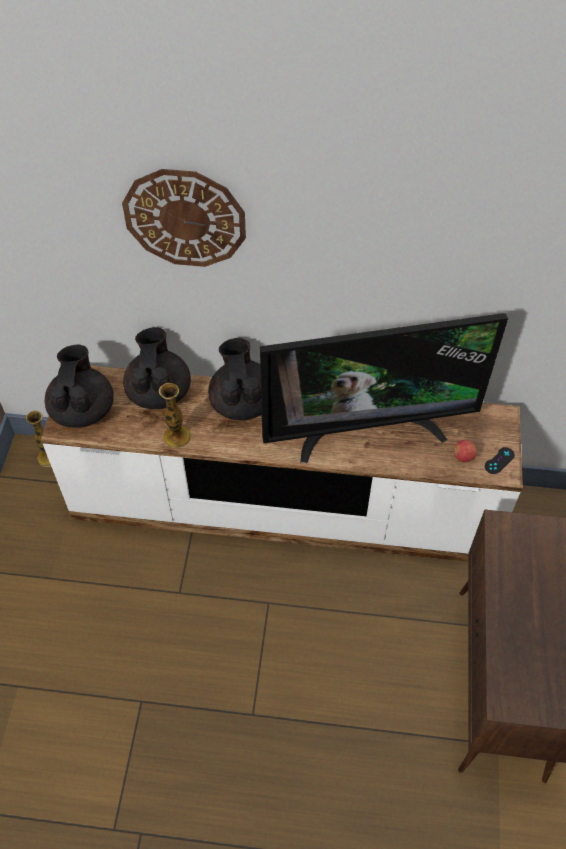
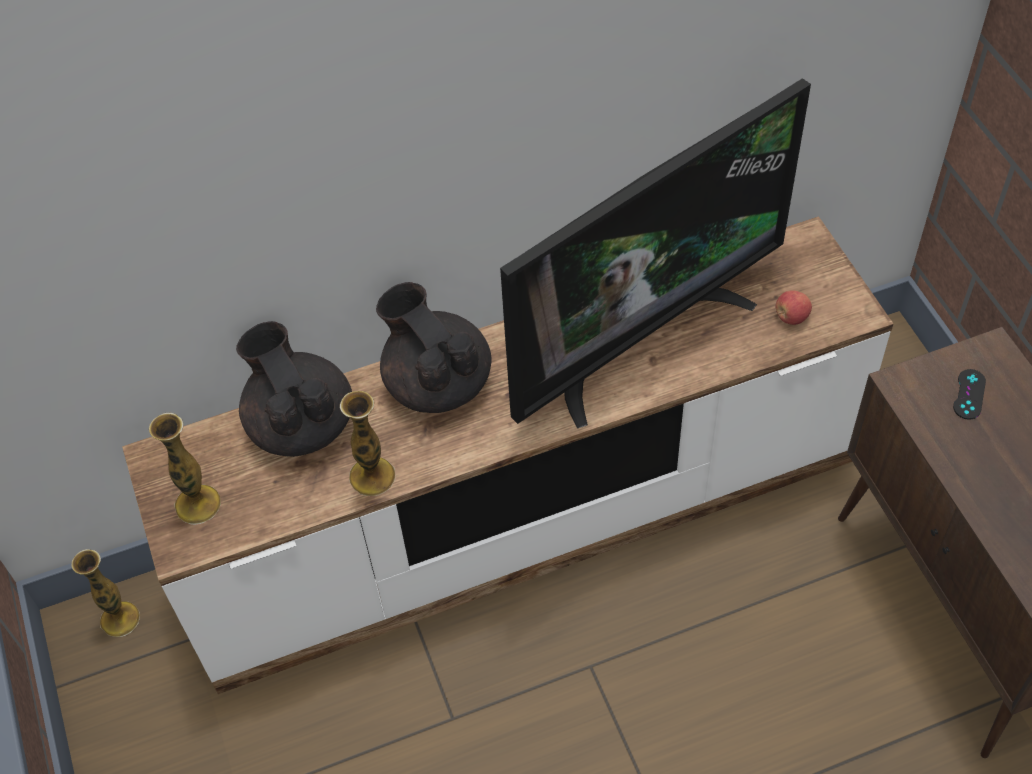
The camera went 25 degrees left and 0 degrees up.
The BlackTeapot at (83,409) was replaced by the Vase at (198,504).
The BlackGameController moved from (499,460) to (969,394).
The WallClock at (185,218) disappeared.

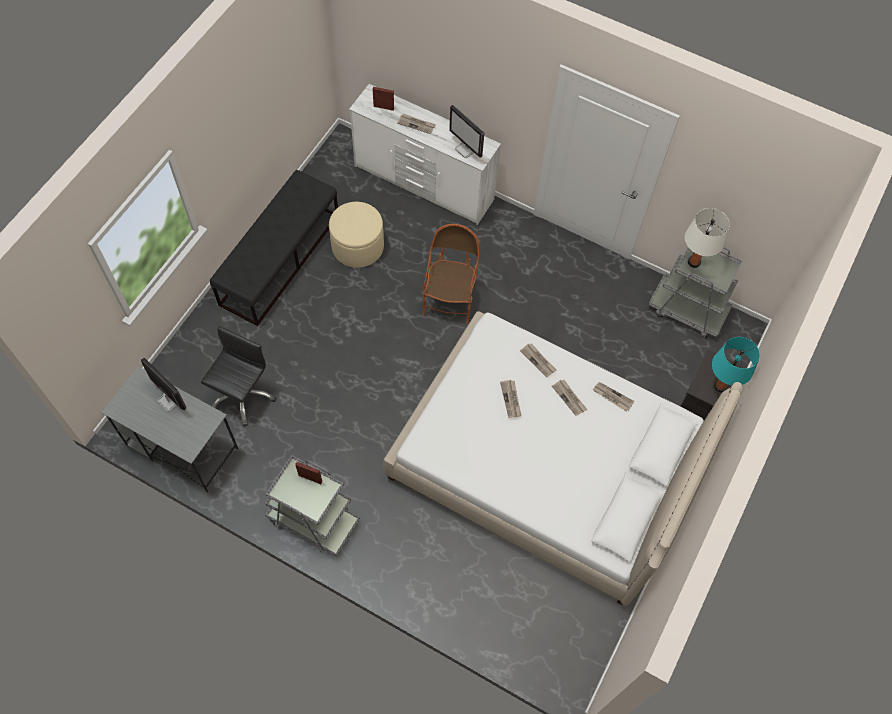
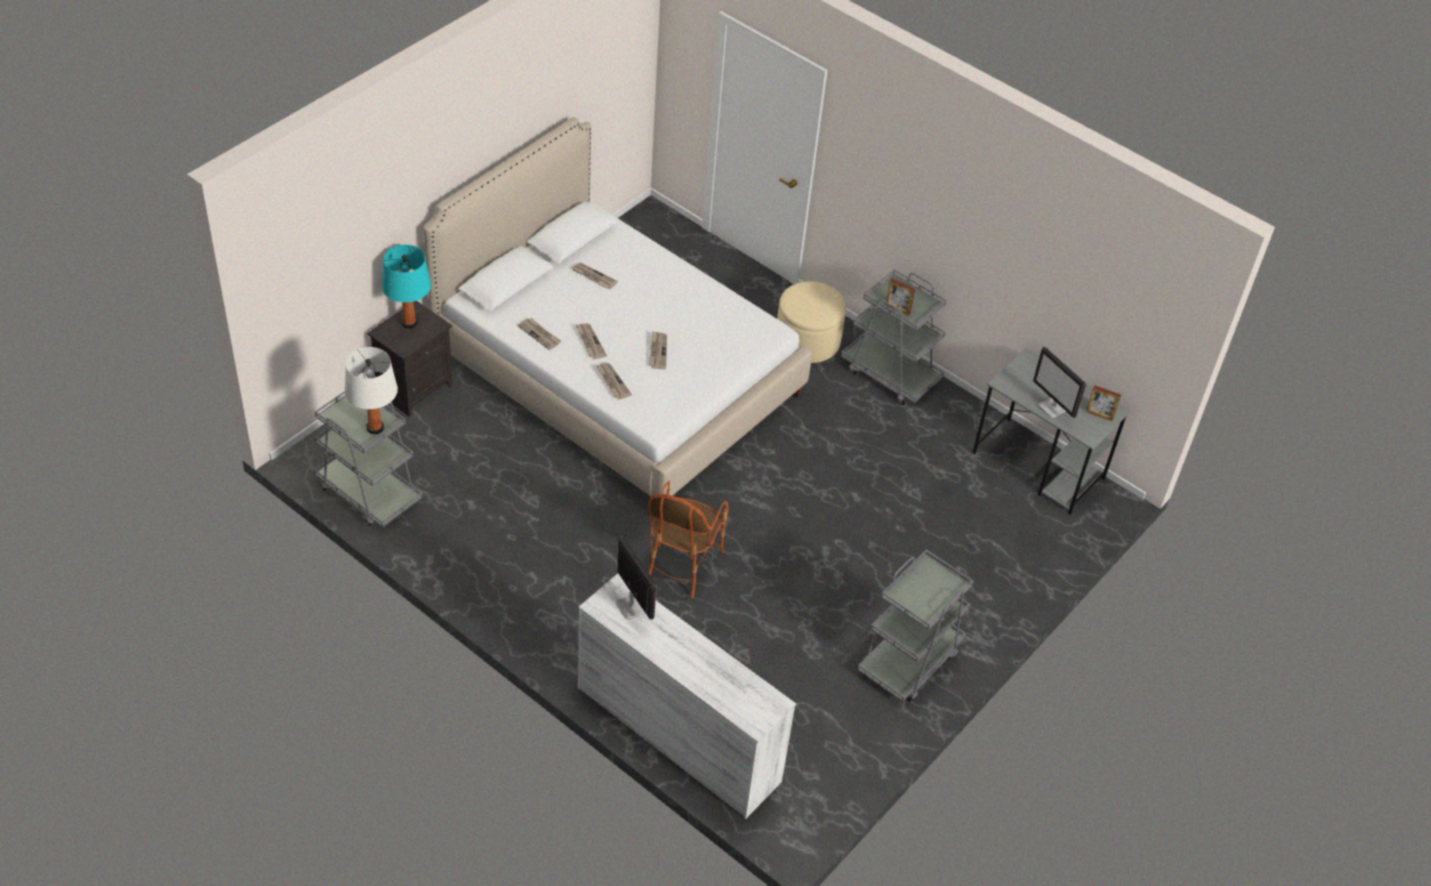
The camera went 170 degrees left and 15 degrees down.
The Newspaper moved from (416,124) to (593,277).
The BeigeOttoman moved from (357,246) to (807,341).
The BlackBench at (280,259) was replaced by the GreyCart at (909,660).
The PictureFrame moved from (383,107) to (1099,415).
The BlackOfficeChair at (242,395) disappeared.

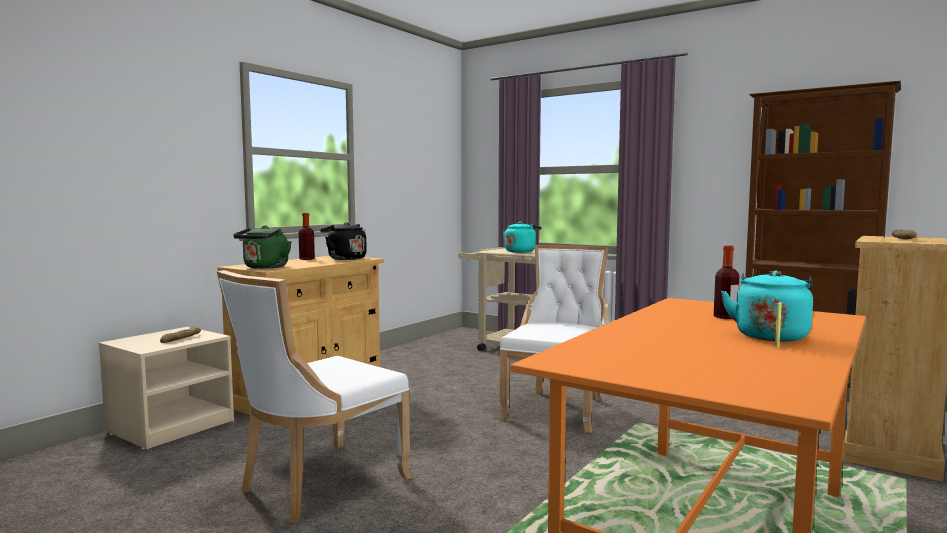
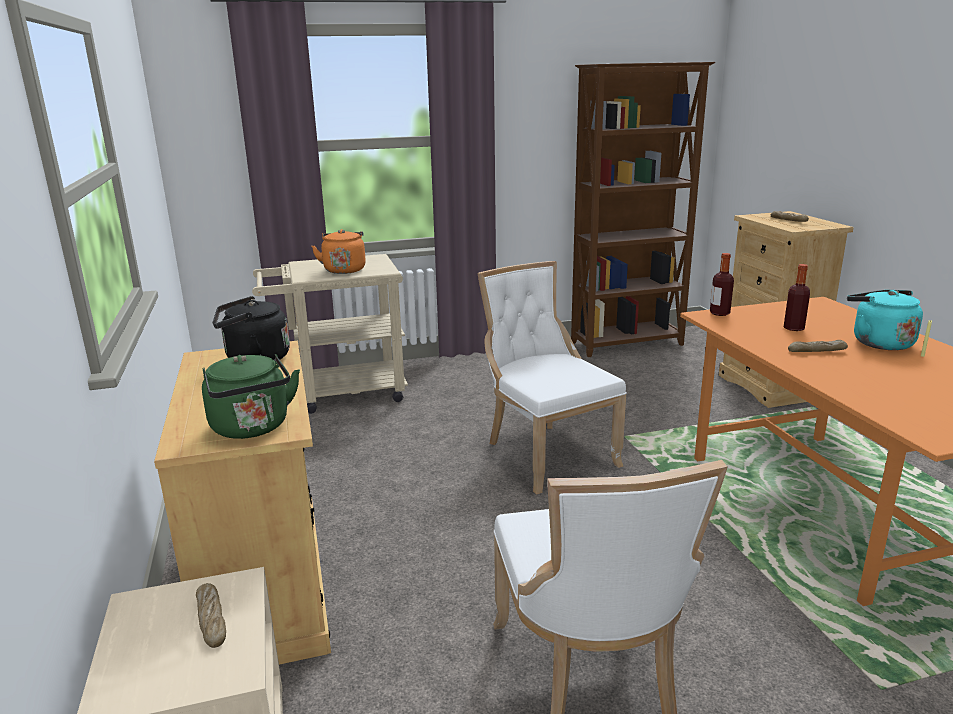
The camera went 50 degrees left and 15 degrees up.
The TurquoiseKettle at (521,251) became the OrangeKettle at (344,269).
The Bottle moved from (307,259) to (719,313).
The Bread at (816,351) appeared.

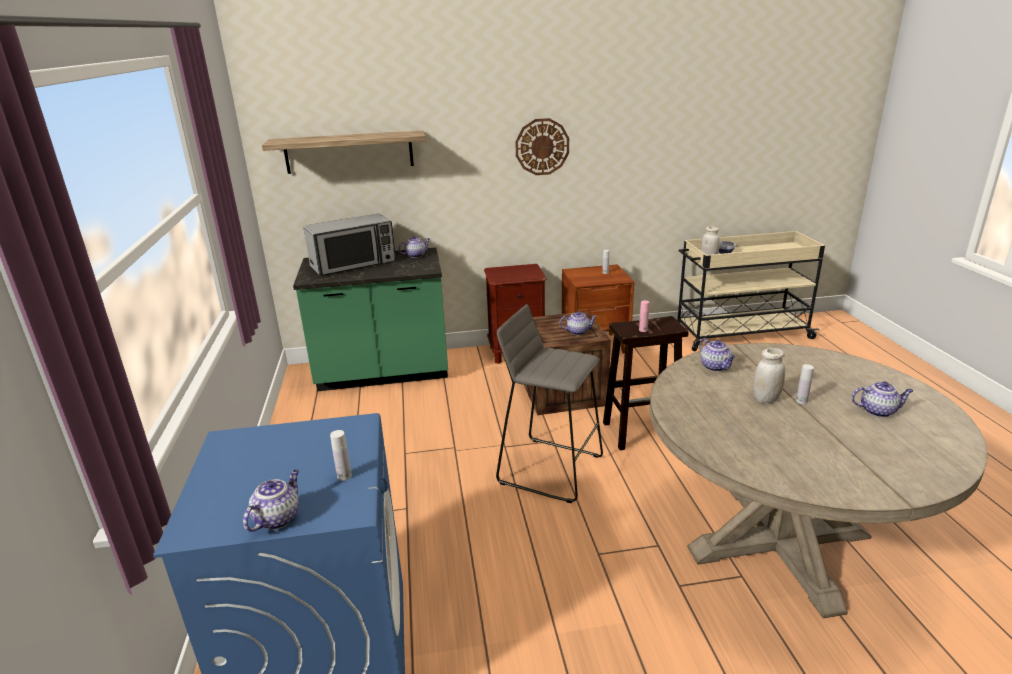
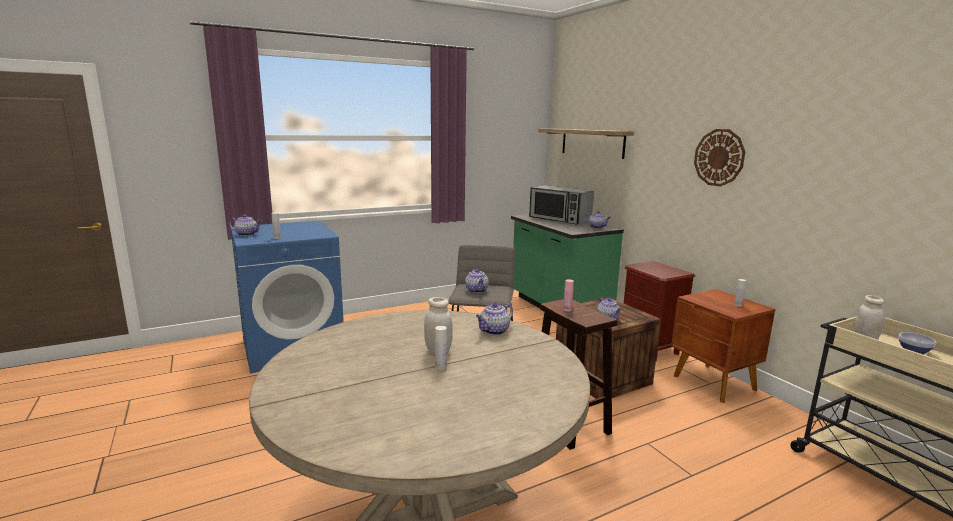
The camera went 70 degrees right and 10 degrees down.
The Teapot moved from (878,411) to (477,291).

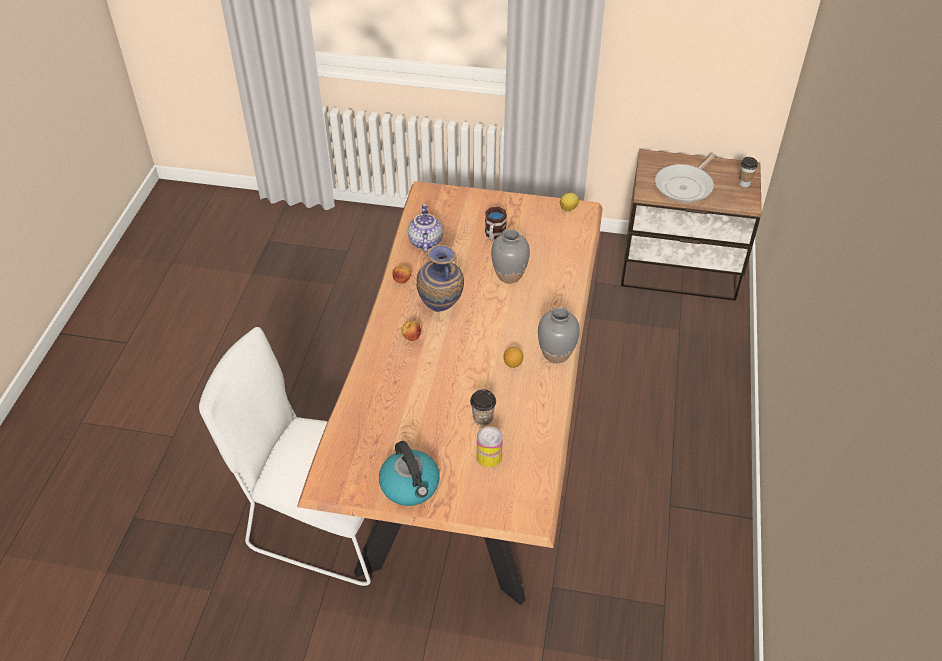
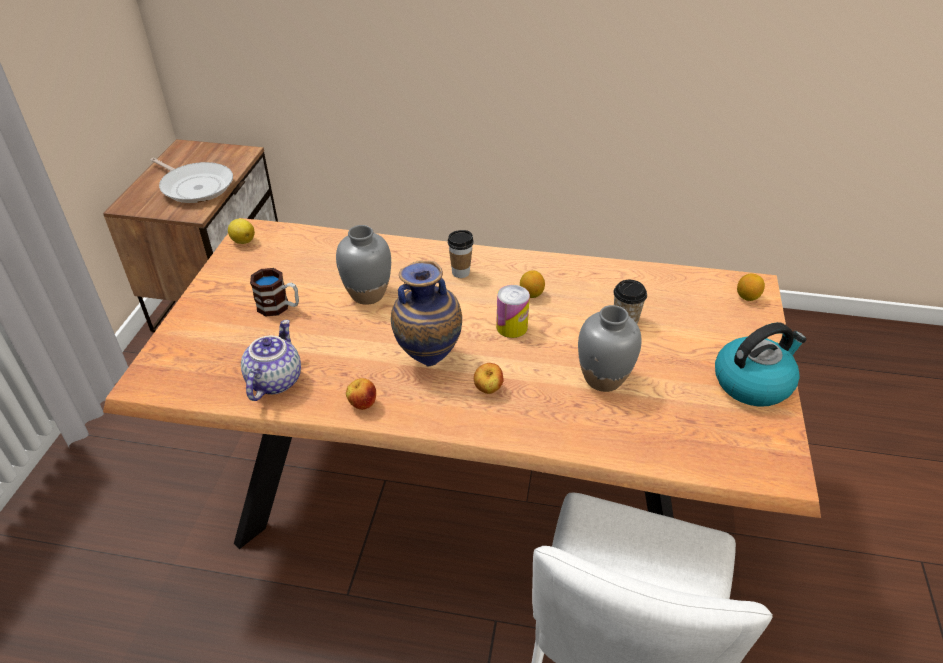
The camera went 90 degrees left and 5 degrees down.
The Teapot at (424,241) turned 105 degrees clockwise.
The Cup moved from (744,183) to (460,272).
The Can moved from (489,457) to (511,327).
The GreyVase moved from (556,354) to (603,379).
The Lemon at (747,297) appeared.

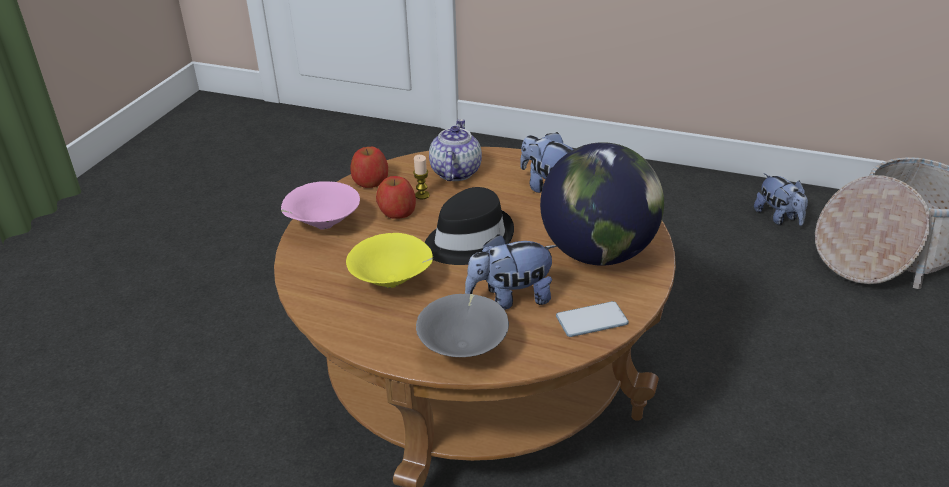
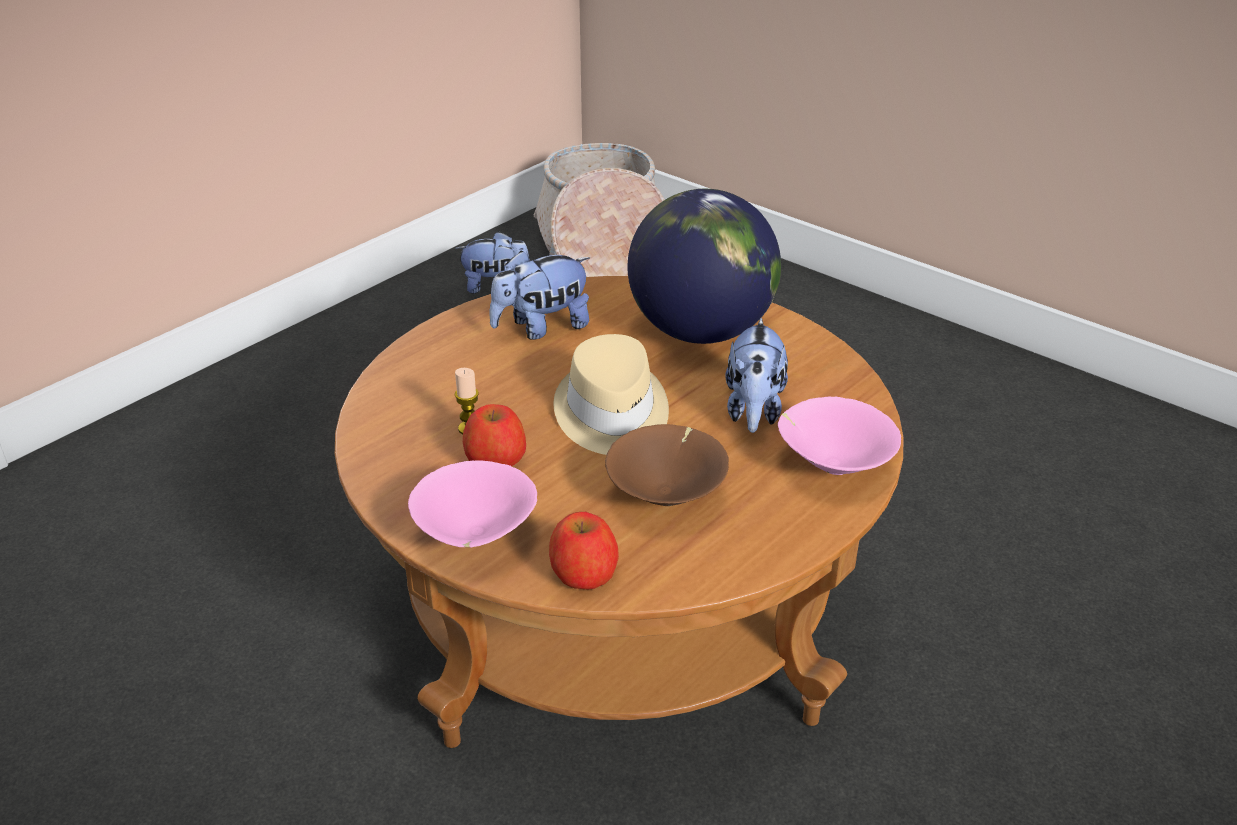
The camera went 70 degrees left and 0 degrees up.
The Apple moved from (371,181) to (583,572).
The BlackHat at (468,240) became the BeigeHat at (611,414).
The YellowBowl at (393,282) became the BrownBowl at (667,495).
The GreyBowl at (464,348) became the PinkBowl at (832,466).
The Teapot at (455,172) disappeared.
The Phone at (591,320) disappeared.

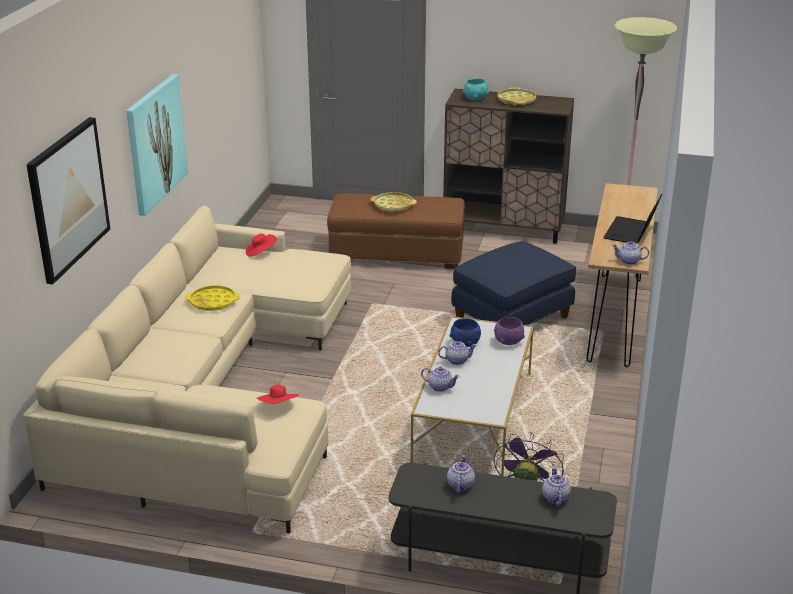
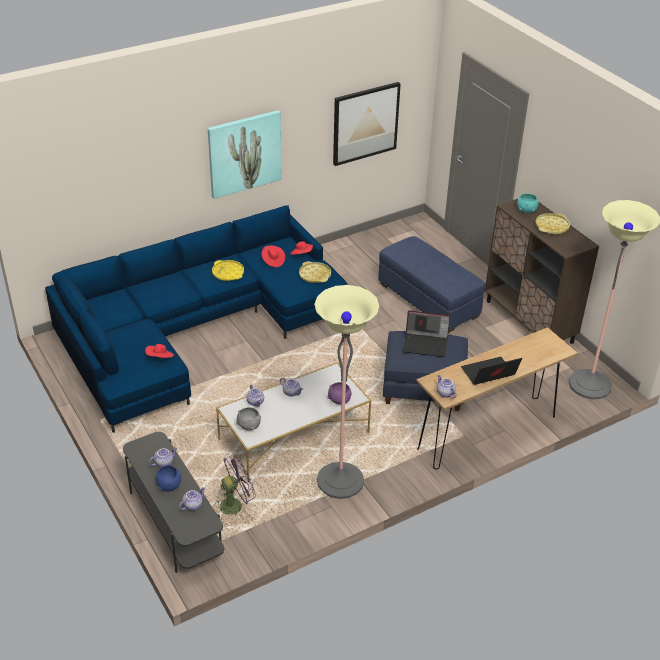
The camera went 45 degrees right and 10 degrees up.
The BeigeSofa at (211,394) became the BlueSofa at (194,329).
The BlueBowl moved from (465,343) to (169,485).
The GreyBowl at (249,425) appeared.
The RedHat at (273,261) appeared.
The YellowTray moved from (393,205) to (315,275).
The FloorLamp at (340,481) appeared.
The Picture moved from (68,198) to (365,123).
The BrownOttoman at (396,254) became the BlueOttoman at (428,300).
The Laptop at (426,344) appeared.

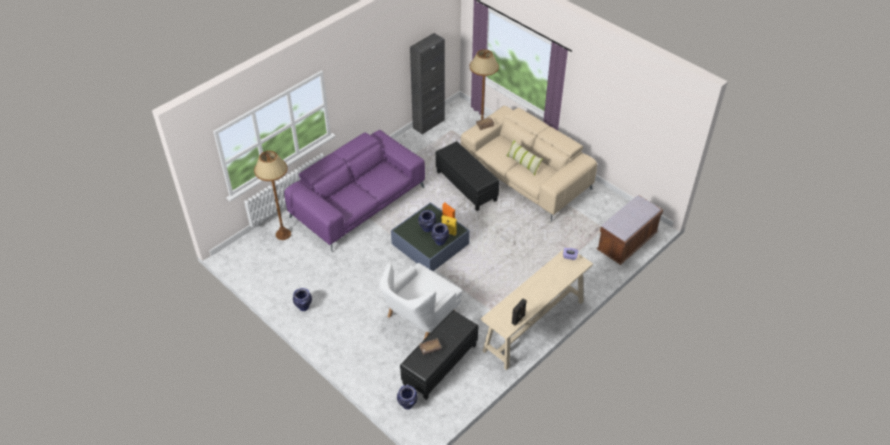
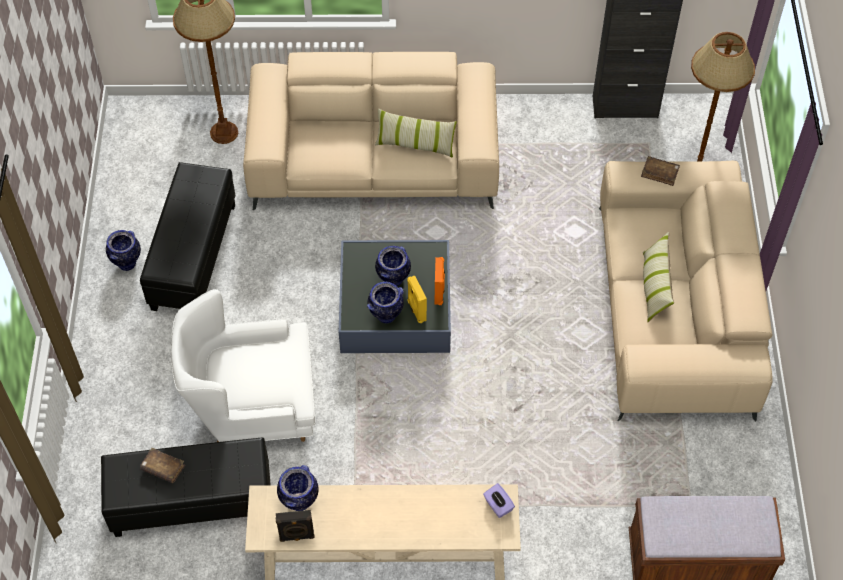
The camera went 45 degrees right and 10 degrees up.
The BlackOttoman moved from (466,186) to (193,256).
The PurpleSofa at (358,202) became the BeigeSofa at (374,160).
The Vase moved from (407,405) to (299,502).
The Pillow at (415,144) appeared.

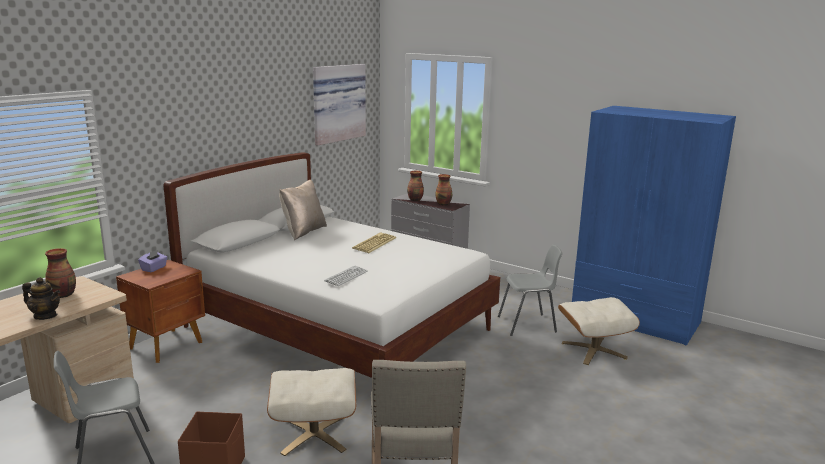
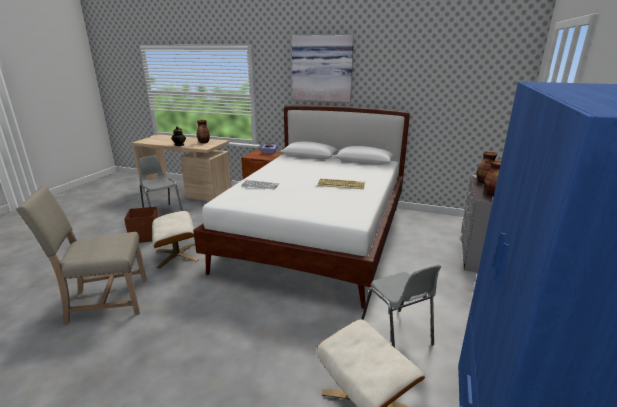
The camera went 75 degrees right and 5 degrees up.
The Picture moved from (337,103) to (322,68).
The BeigePillow at (303,231) disappeared.

